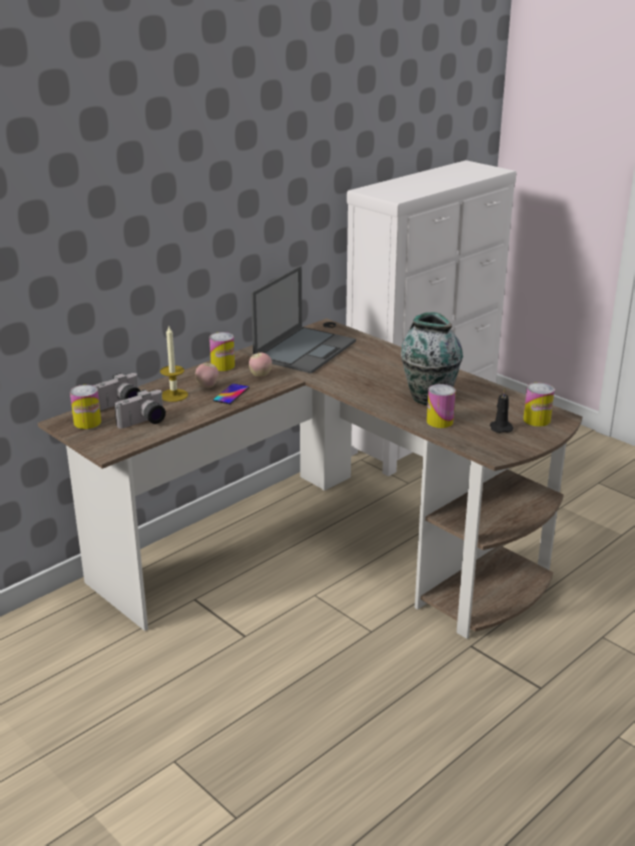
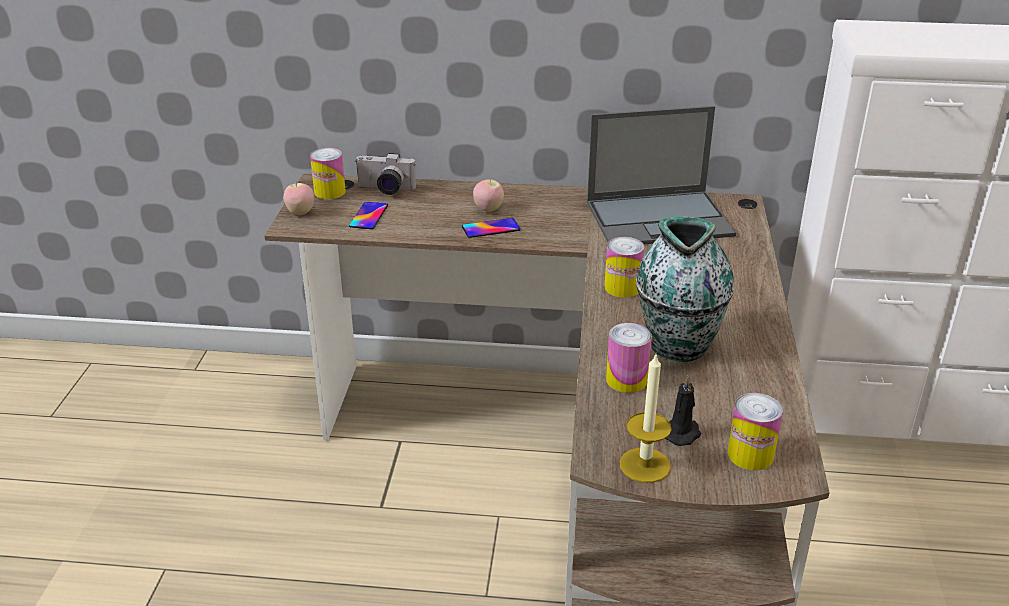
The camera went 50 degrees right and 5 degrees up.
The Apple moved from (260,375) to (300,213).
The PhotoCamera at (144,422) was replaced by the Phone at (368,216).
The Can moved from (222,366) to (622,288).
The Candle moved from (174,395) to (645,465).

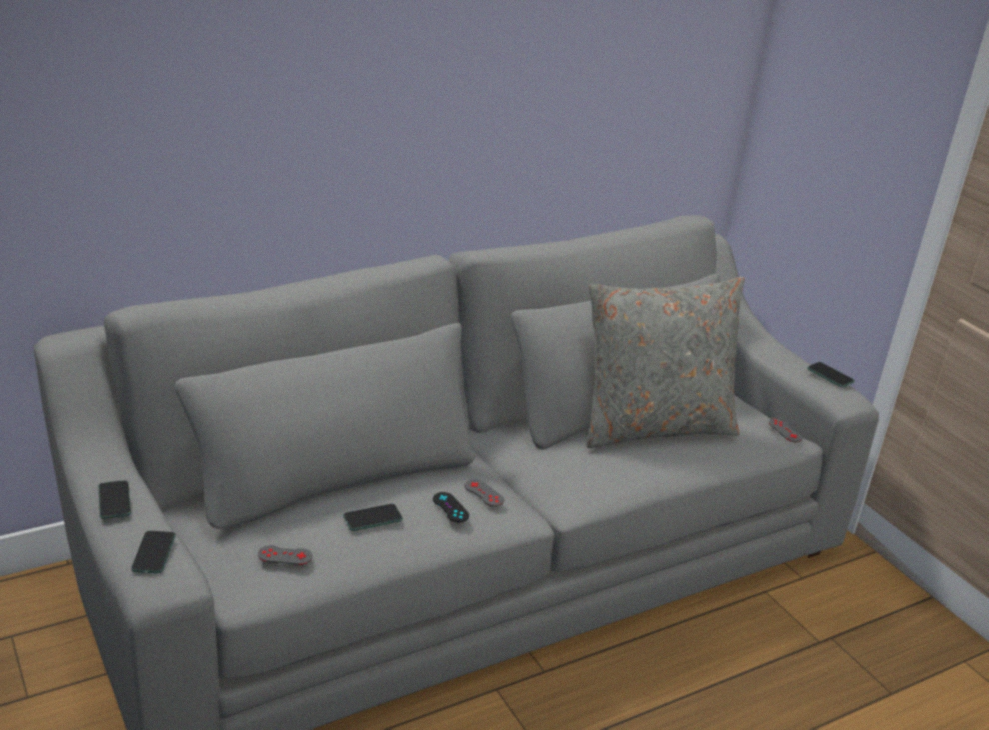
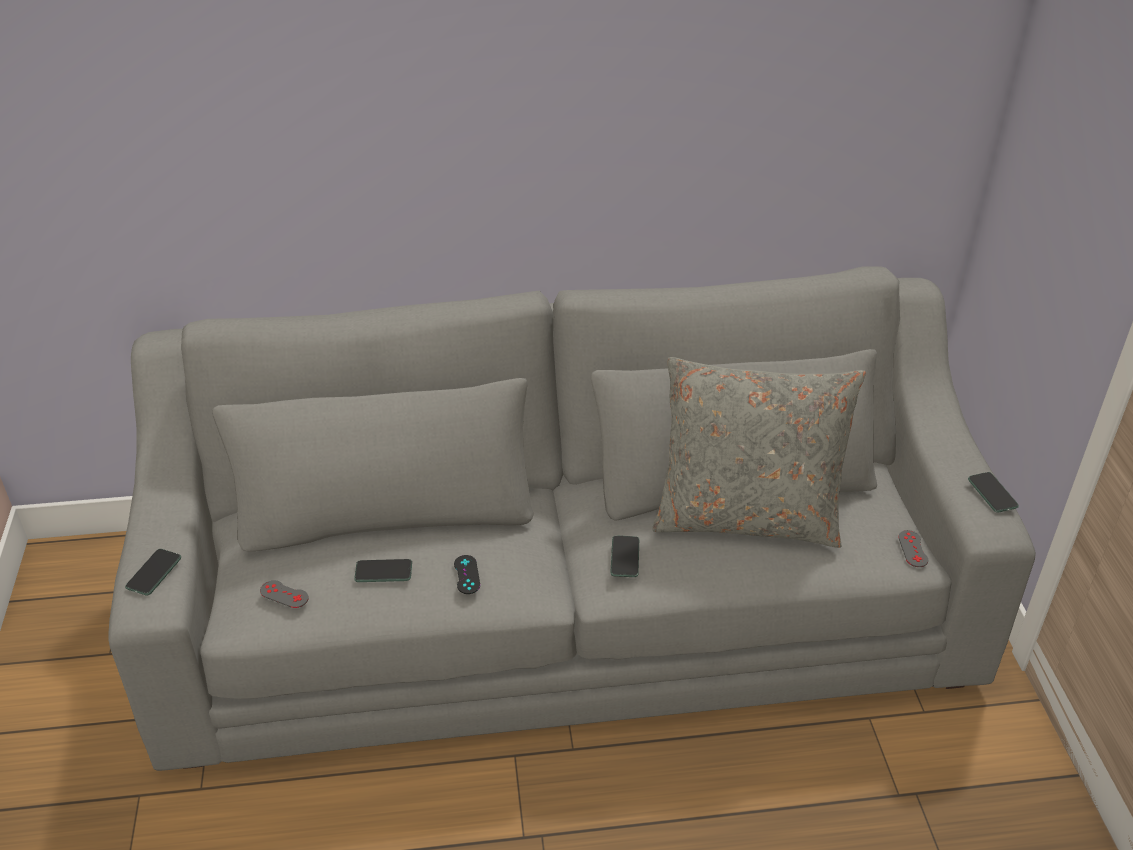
The camera went 25 degrees right and 10 degrees up.
The Phone moved from (114,500) to (625,557).
The GreyGameController at (484,493) disappeared.

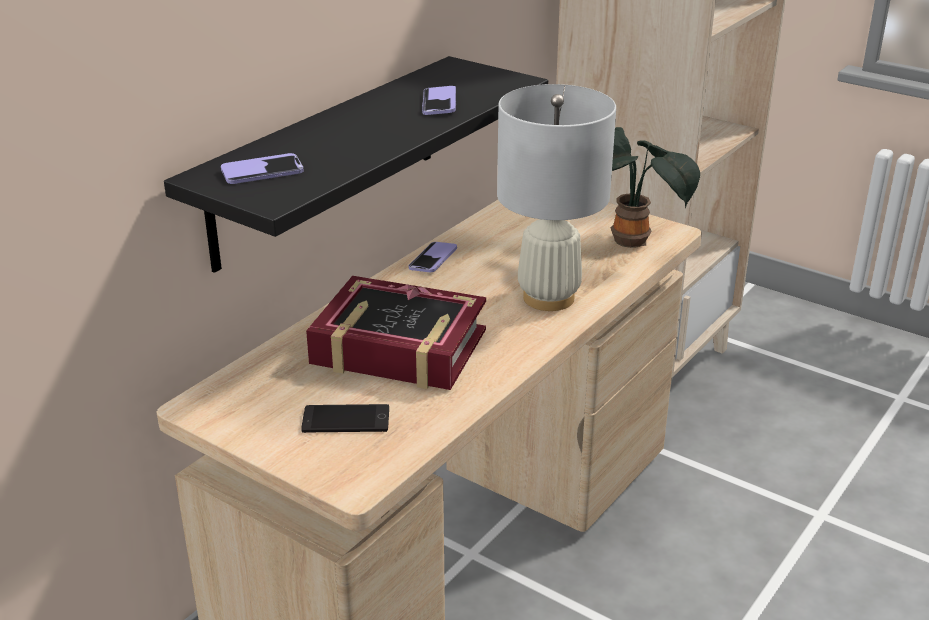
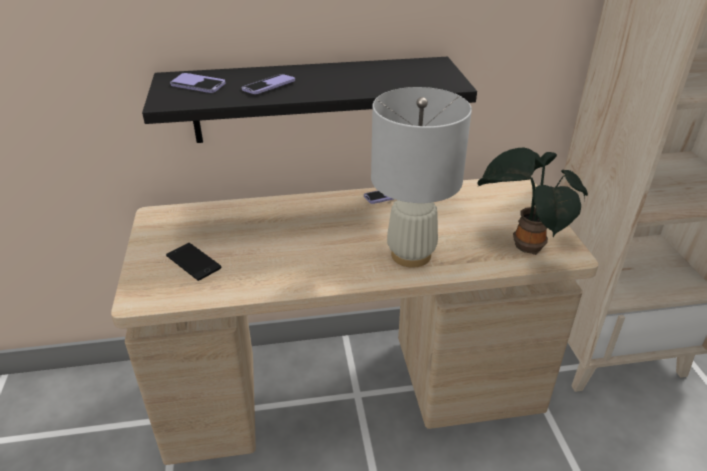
The camera went 45 degrees right and 5 degrees up.
The Phone moved from (439,103) to (269,86).
The Book at (398,348) disappeared.

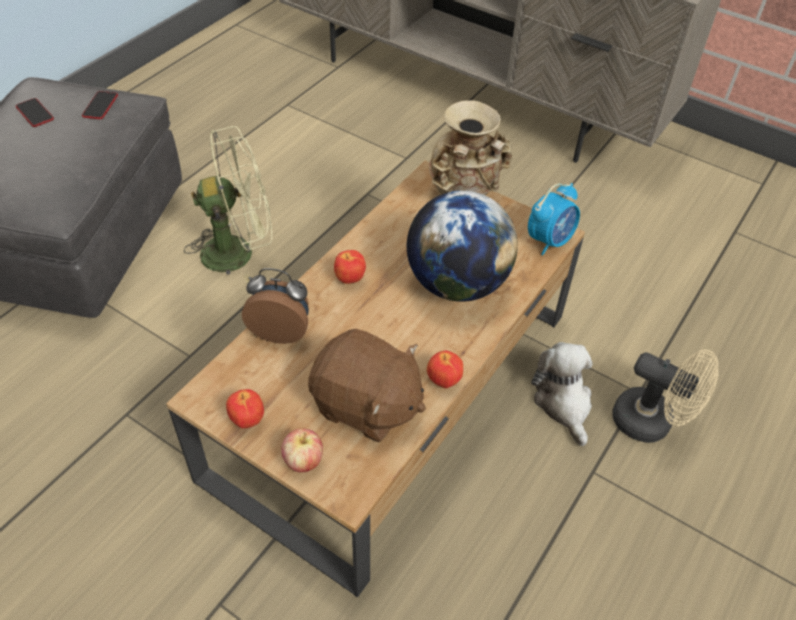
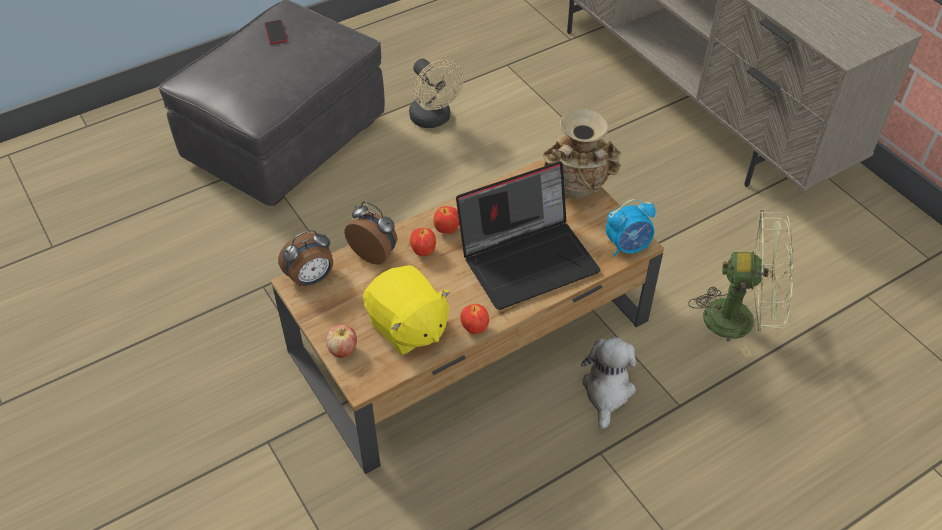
The camera went 25 degrees right and 0 degrees up.
The AlarmClock at (311,279) appeared.
The BrownPlushToy at (366,405) became the YellowPlushToy at (407,327).
The BeigeFan moved from (651,423) to (434,119).
The Apple moved from (247,420) to (423,252).
The Globe at (457,284) was replaced by the Laptop at (528,259).
The GreenFan moved from (239,251) to (740,319).
The Phone at (100,106) disappeared.

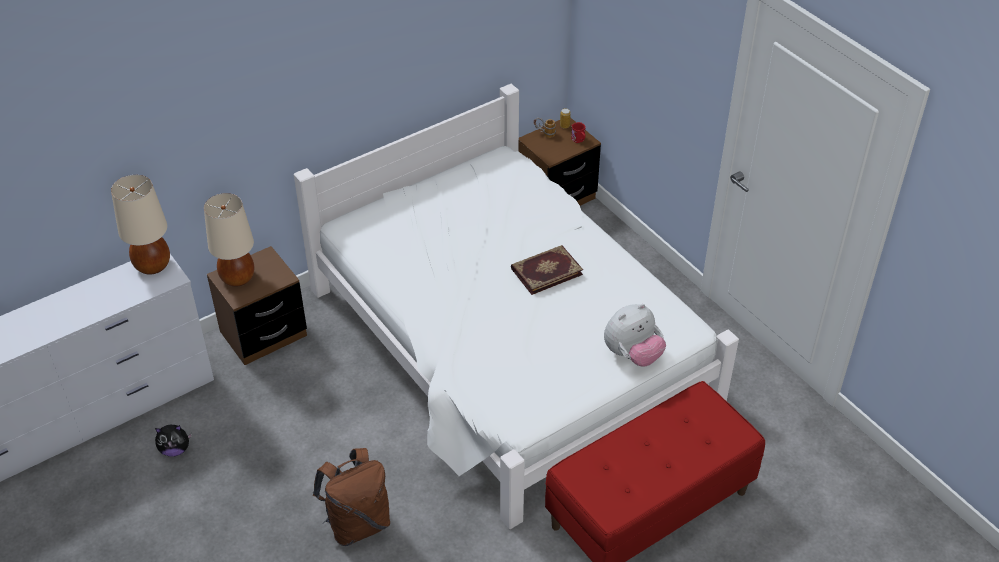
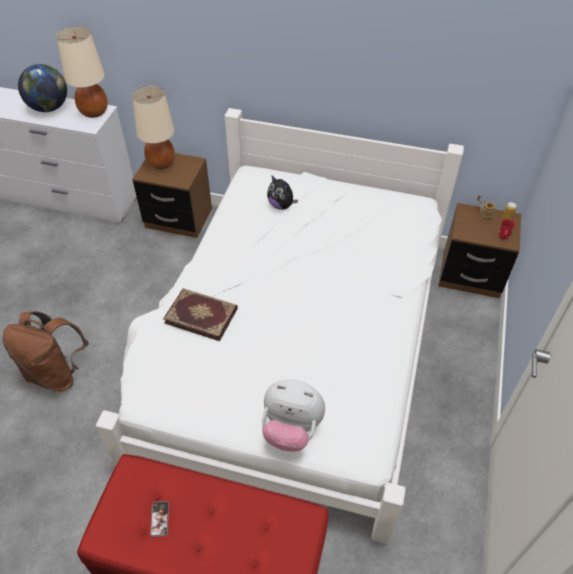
The camera went 50 degrees right and 5 degrees up.
The Globe at (49,108) appeared.
The Phone at (159,519) appeared.
The Book moved from (546,271) to (201,315).
The PlushToy moved from (175,450) to (281,205).

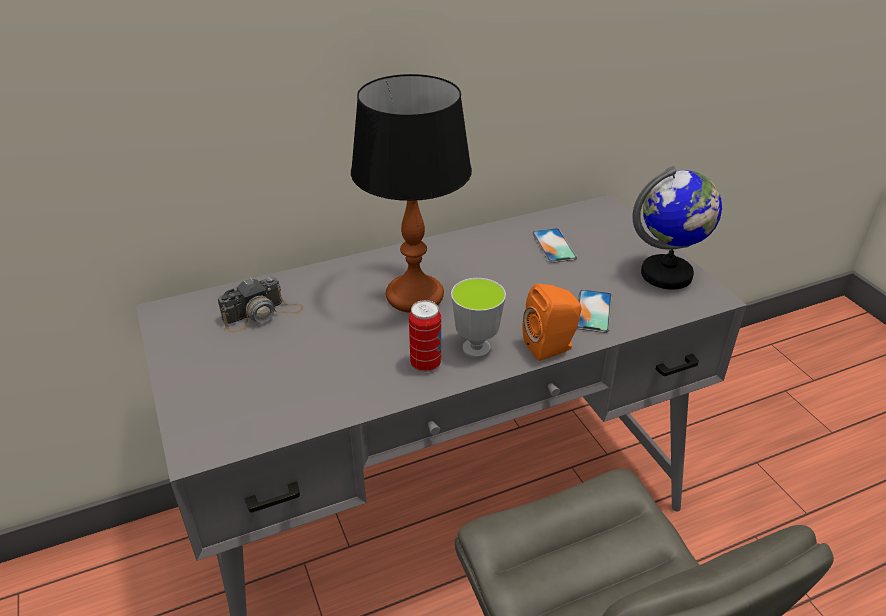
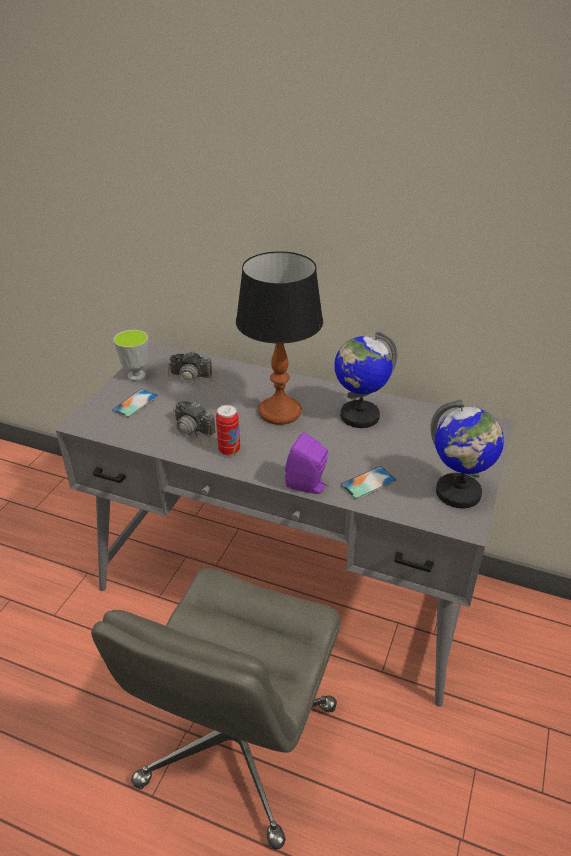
The camera went 45 degrees right and 0 degrees up.
The Phone moved from (554,245) to (135,403).
The Cup moved from (476,348) to (136,376).
The PhotoCamera at (194,431) appeared.
The OrangeSpeaker at (551,347) became the PurpleSpeaker at (308,486).
The Globe at (359,416) appeared.

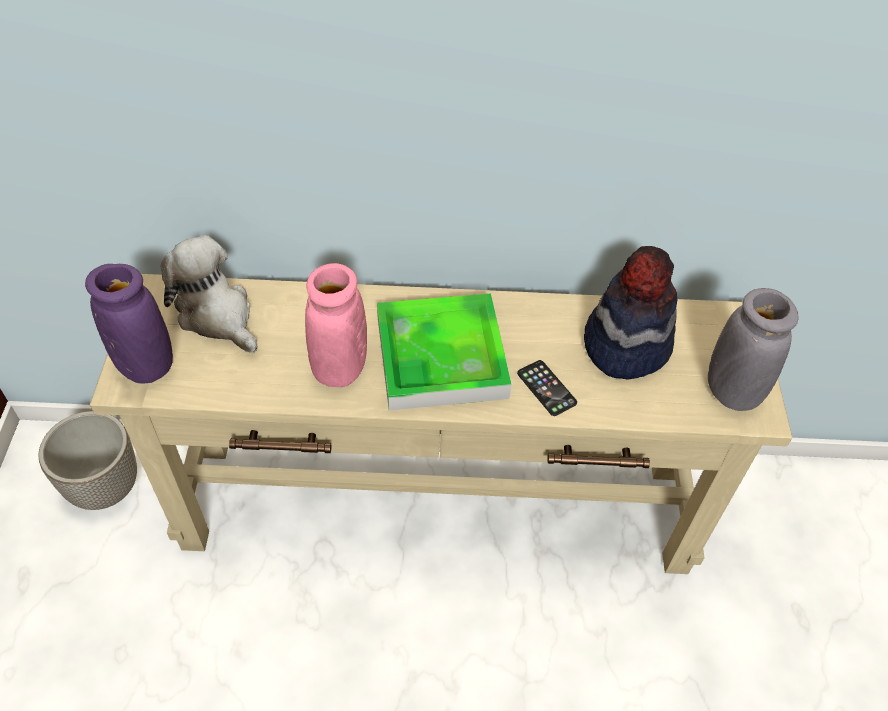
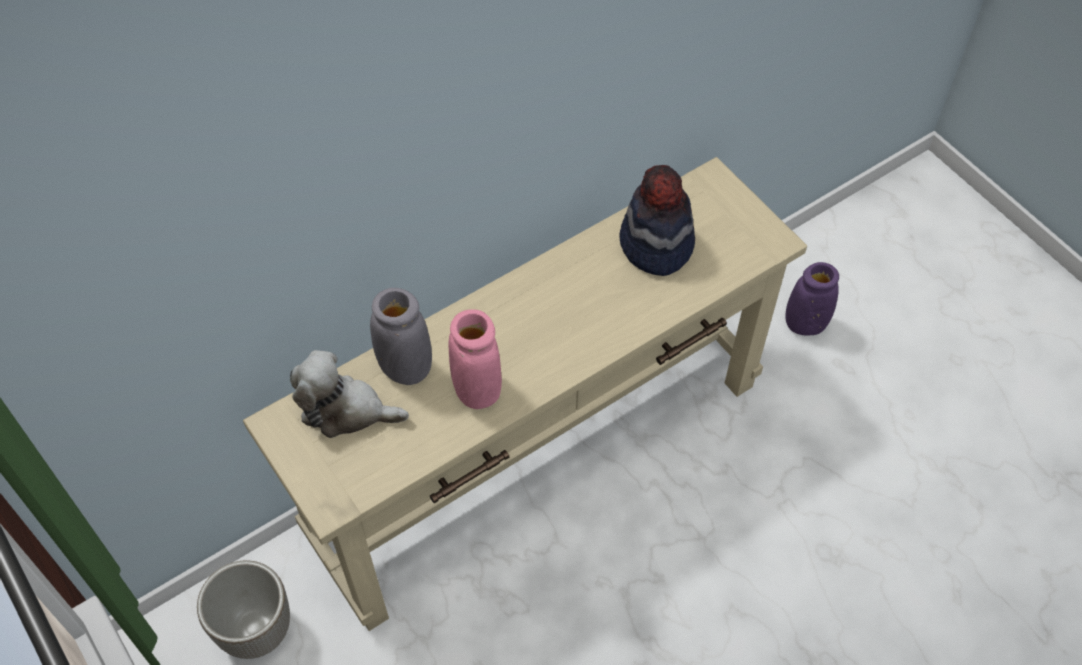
The camera went 35 degrees left and 5 degrees up.
The GreyVase moved from (732,391) to (405,367).
The PurpleVase moved from (146,365) to (805,324).
The Tray at (441,357) disappeared.
The Phone at (546,388) disappeared.

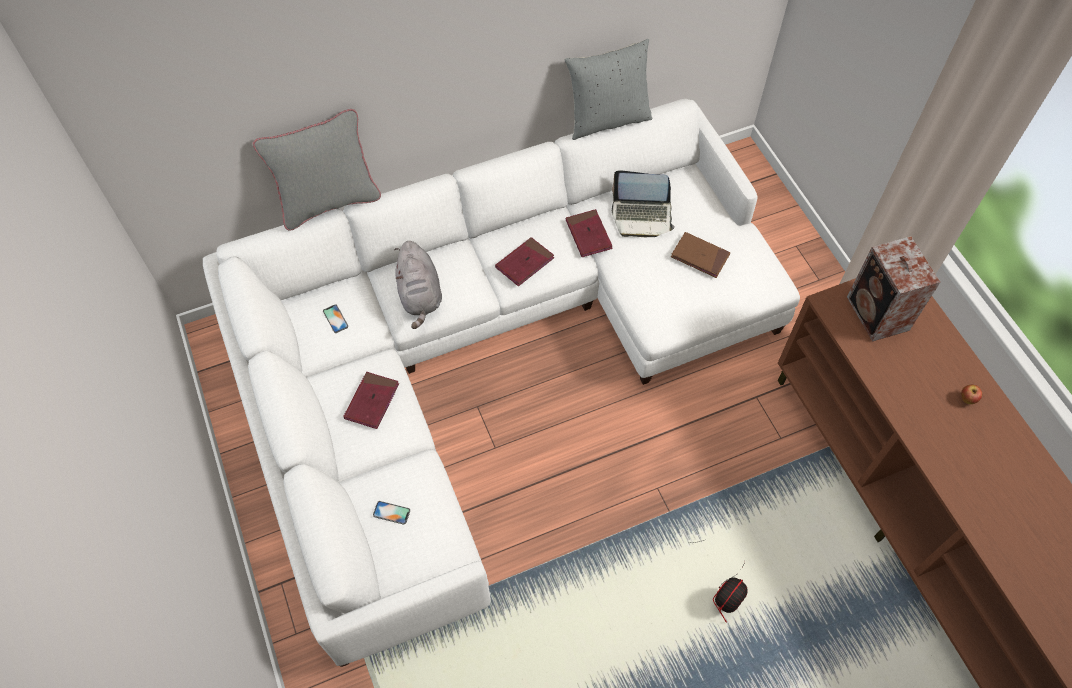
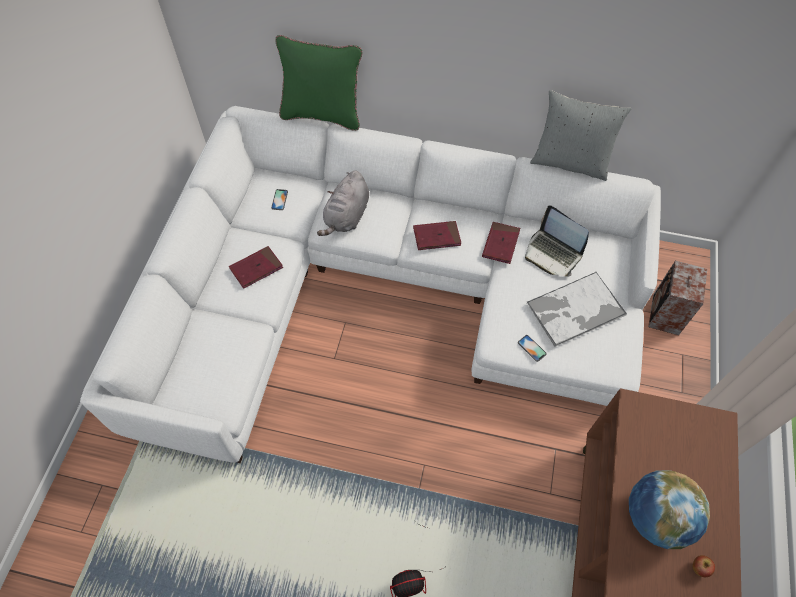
The camera went 35 degrees right and 0 degrees up.
The GreyPillow at (329,202) became the GreenPillow at (322,115).
The Phone moved from (391,512) to (532,348).
The BrownBook at (700,256) was replaced by the Tray at (574,309).
The Globe at (655,518) appeared.
The Speaker moved from (878,315) to (664,315).

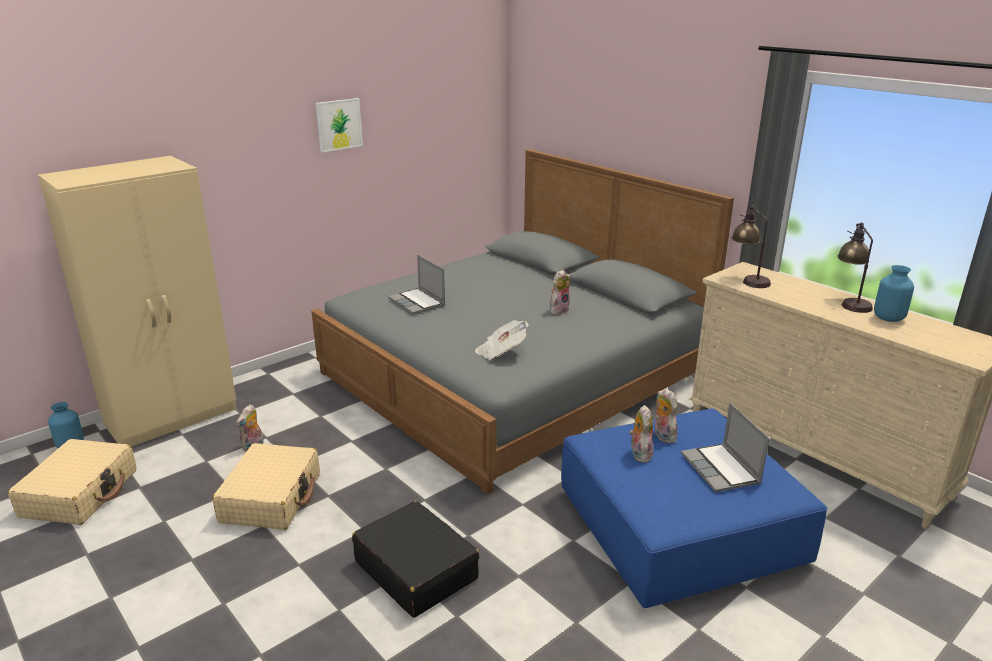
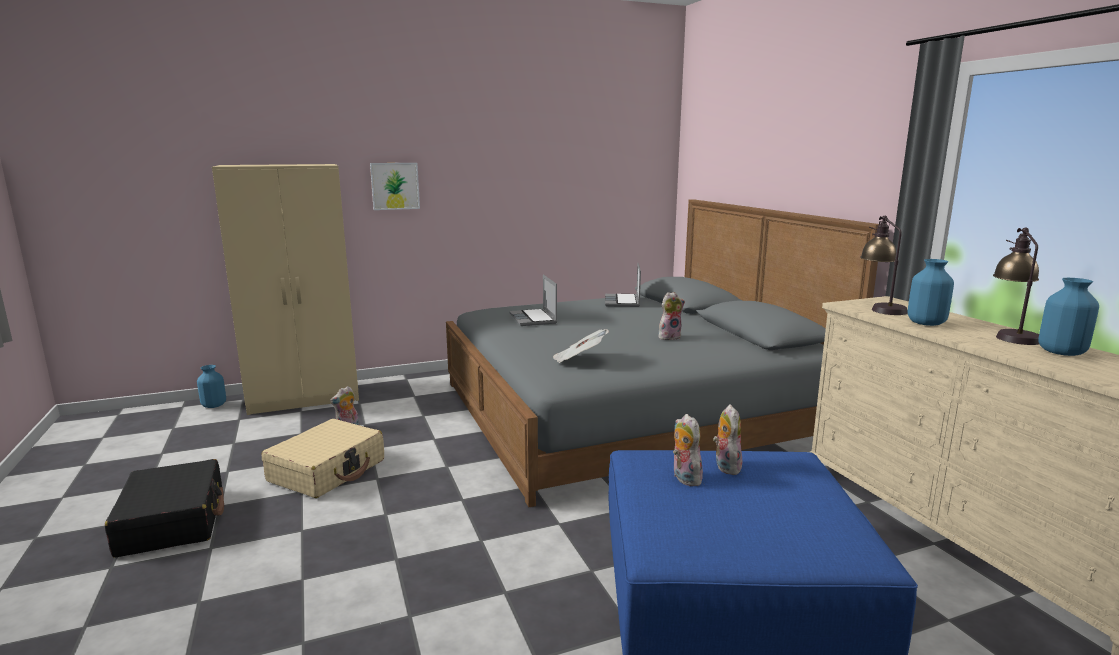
The camera went 20 degrees right and 10 degrees down.
The BlackSuitcase moved from (416,570) to (173,521).
The Picture moved from (339,124) to (395,186).
The Laptop moved from (721,469) to (623,302).
The PlushToy at (639,454) turned 45 degrees counterclockwise.
The BlueVase at (925,323) appeared.
The BeigeSuitcase at (80,493) disappeared.

